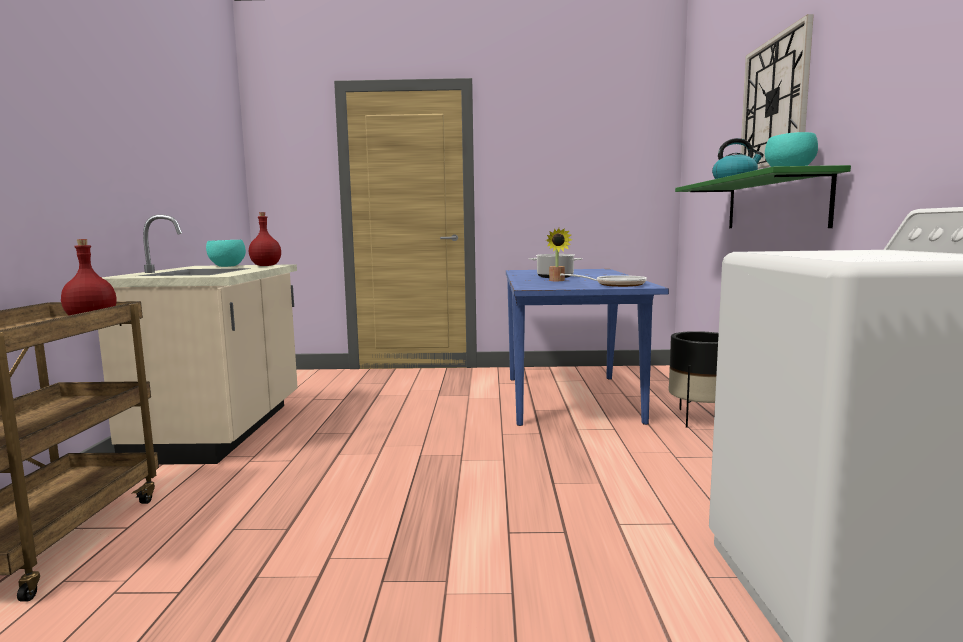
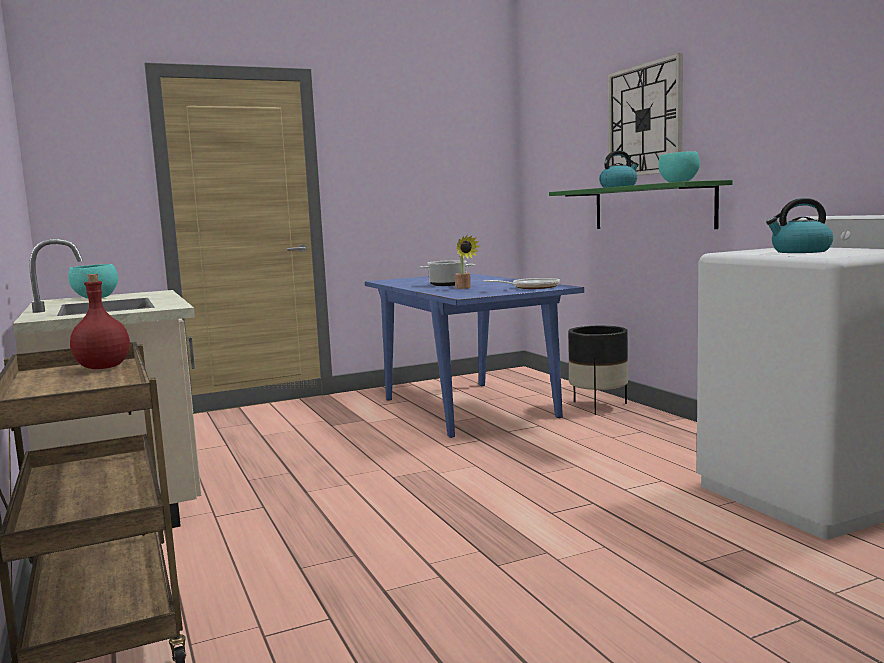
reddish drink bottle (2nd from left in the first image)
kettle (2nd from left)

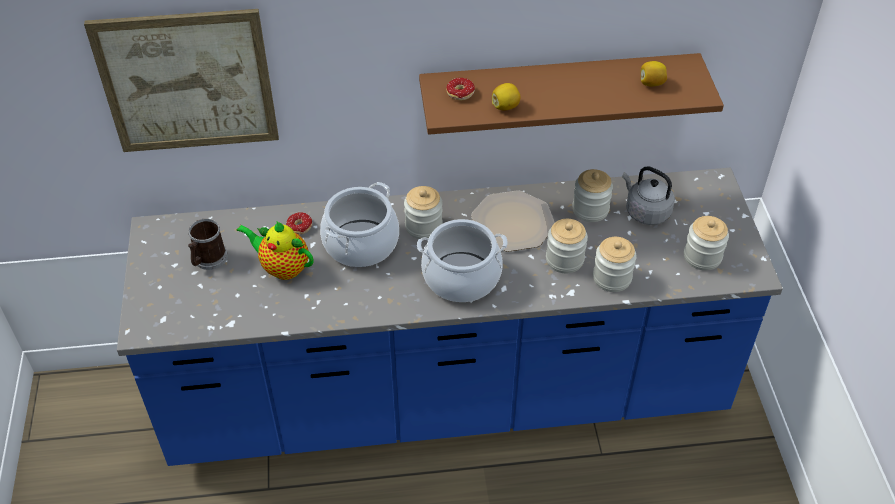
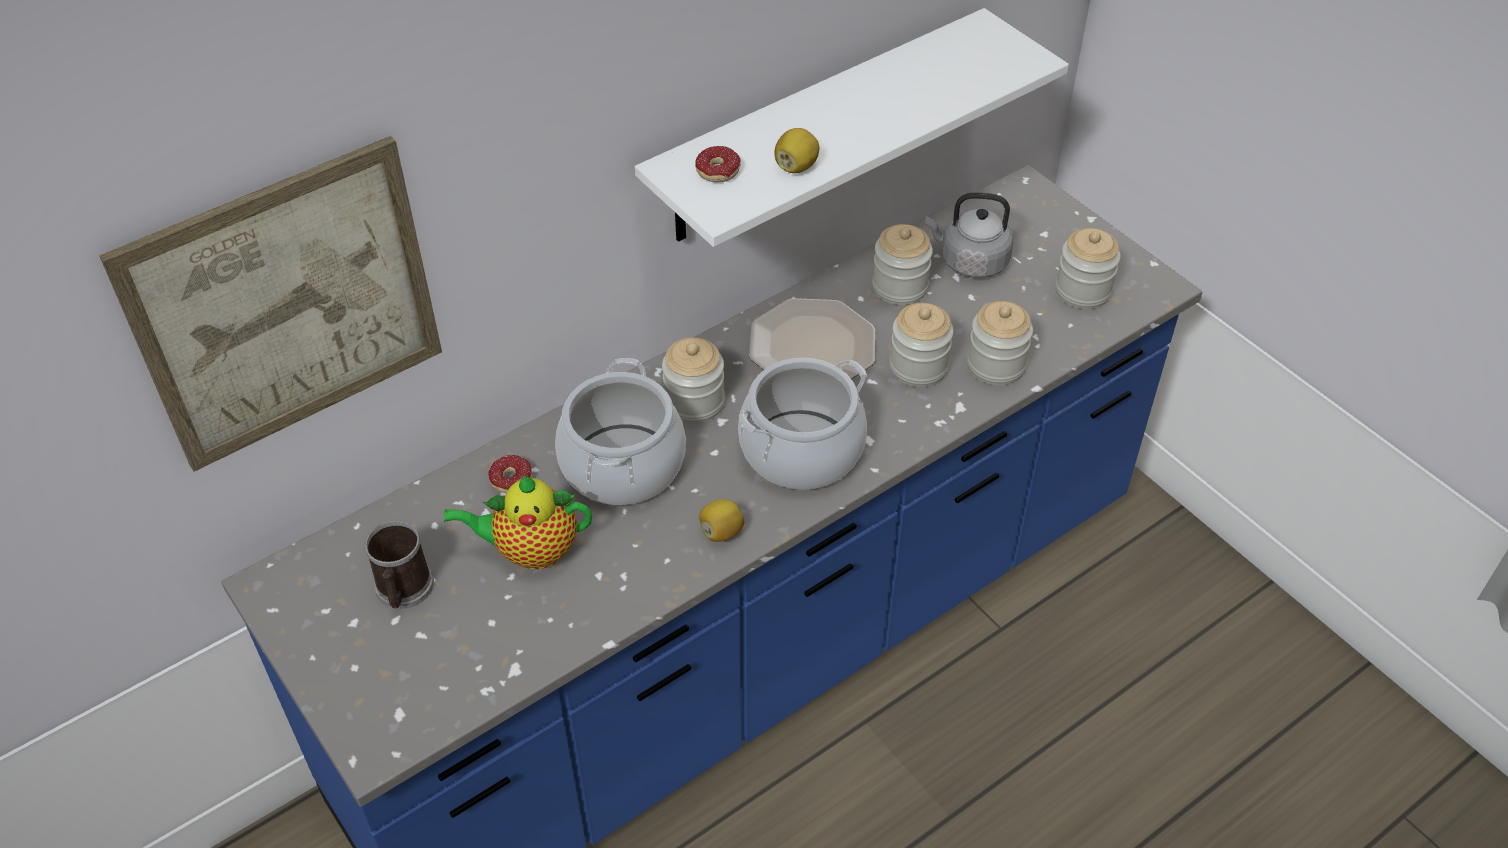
whitish bracket shelf
citrus fruit (1st from left)

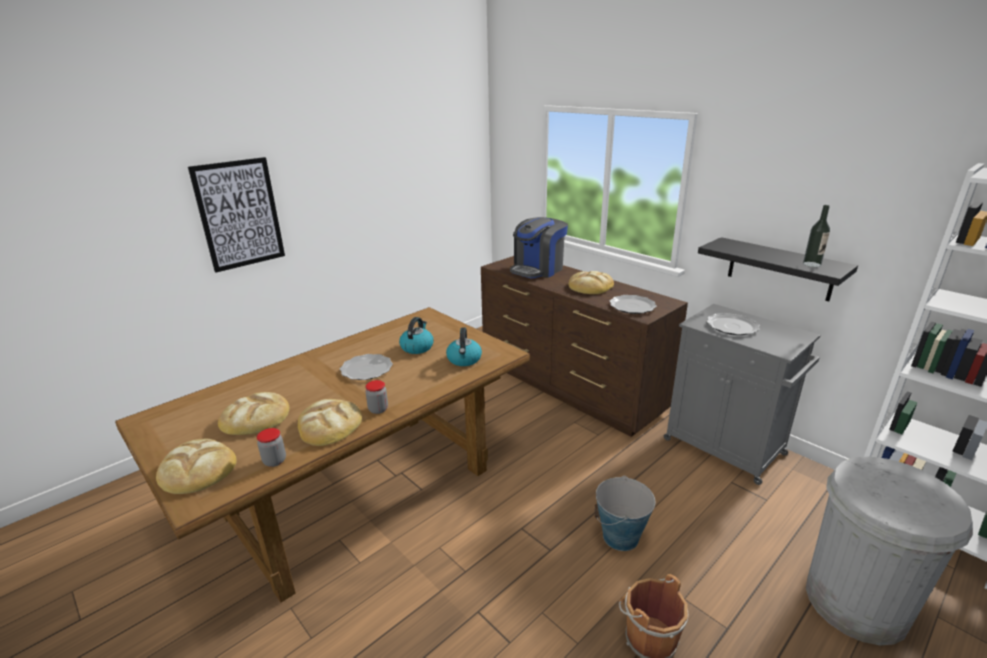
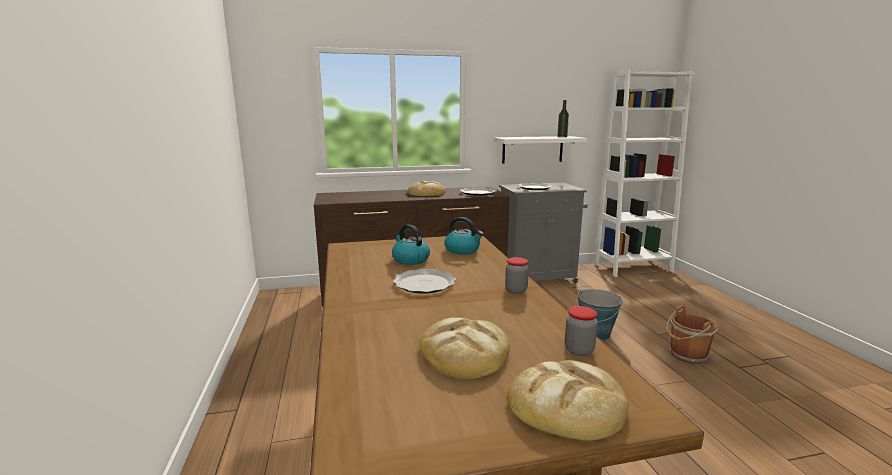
wall picture
bread (3rd from left in the first image)
coffee brewer
whitish bracket shelf
whitish trash can

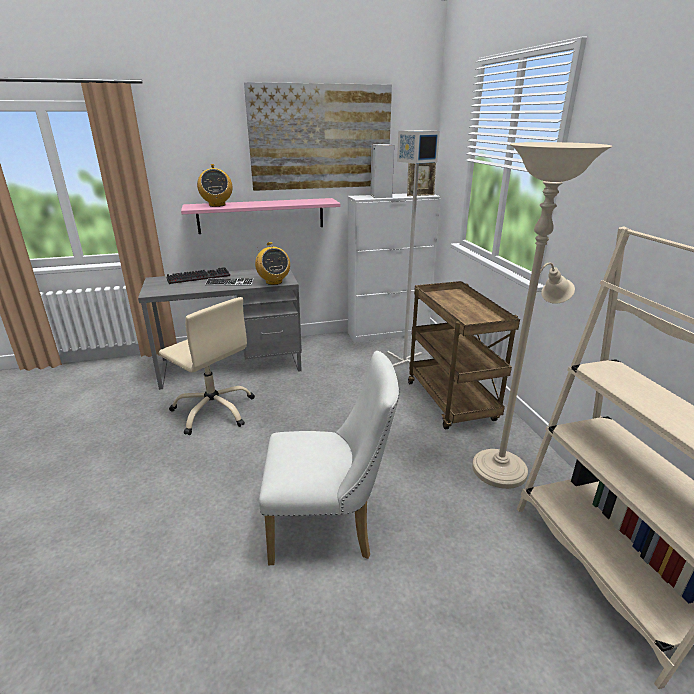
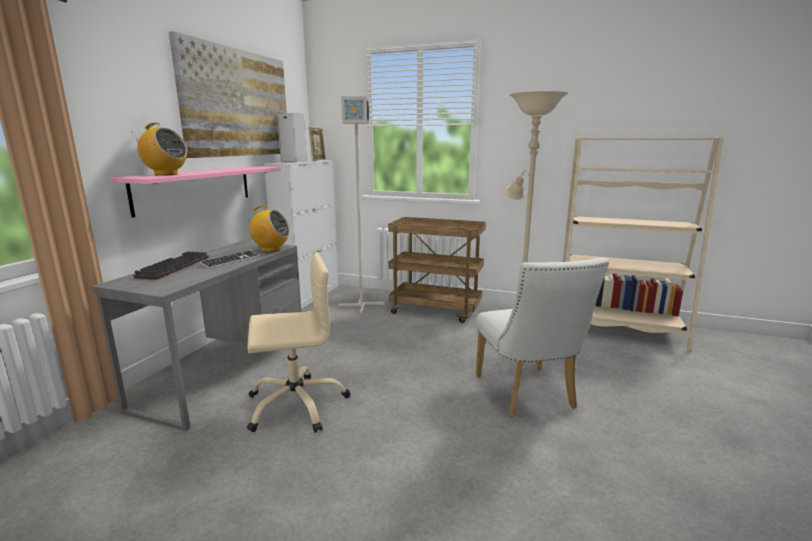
whitish chair

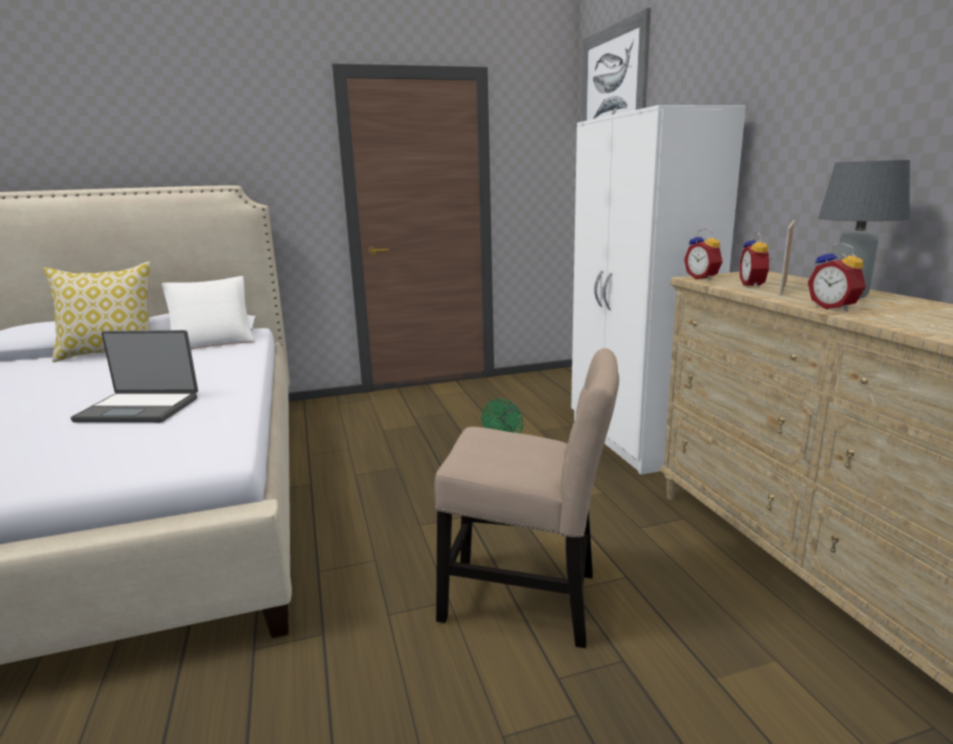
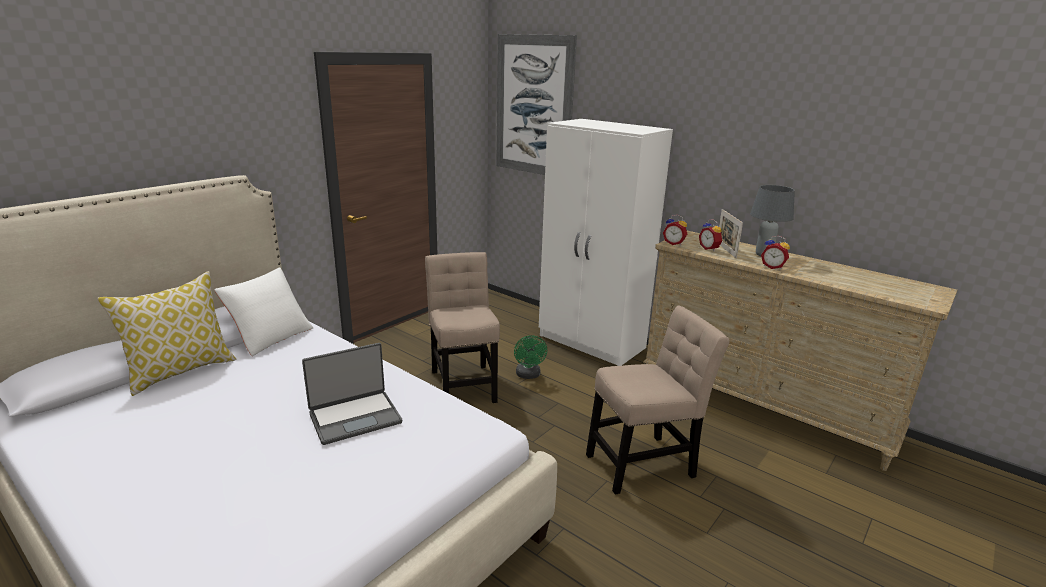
sand-coloured chair (1st from left)

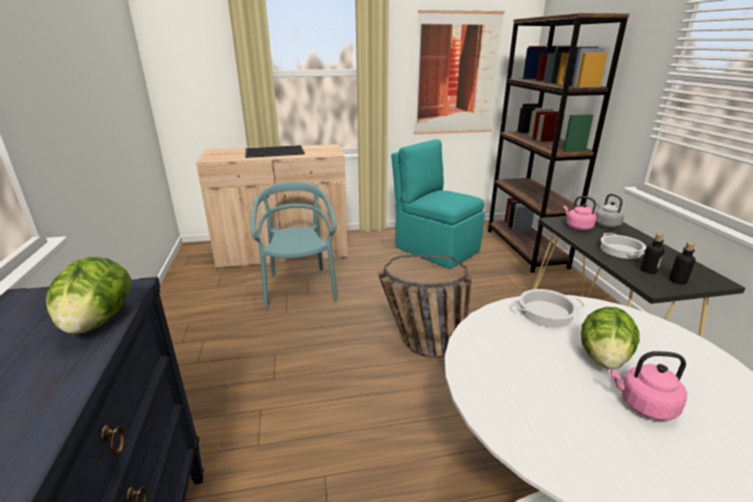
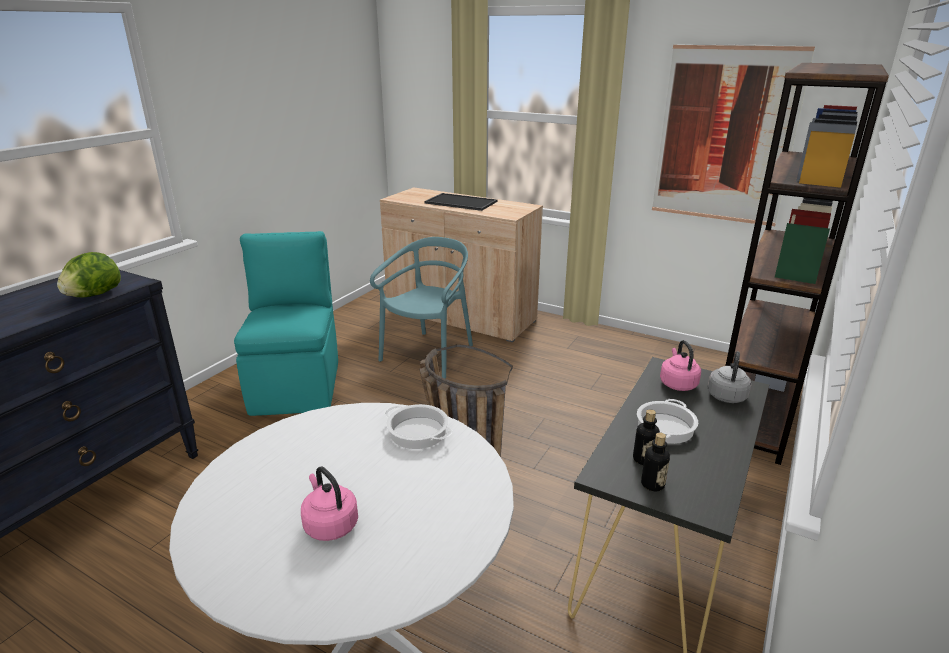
blue-green chair (1st from left)
head of lettuce (2nd from left in the first image)

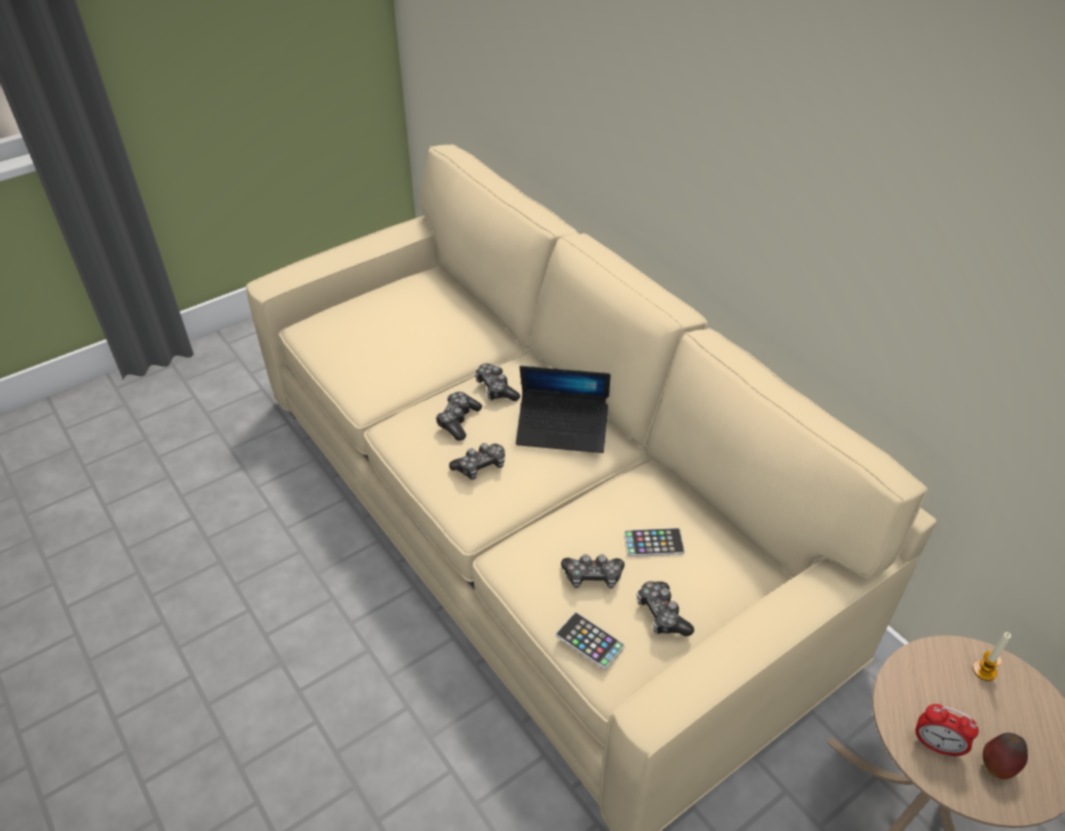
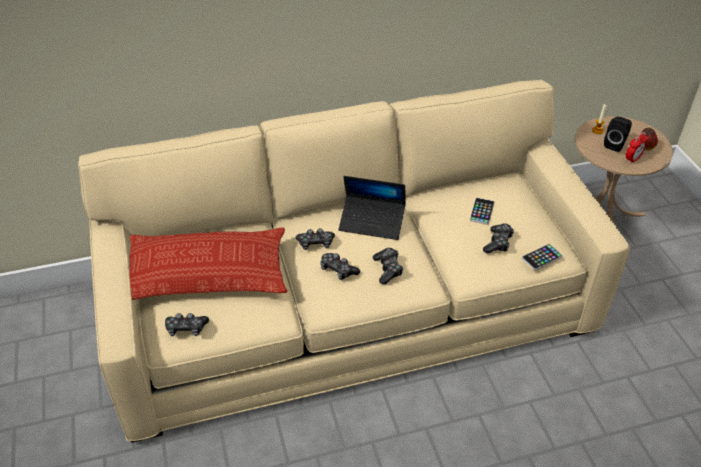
notebook computer
game controller (1st from left)
pillow
black-coloured audio speaker

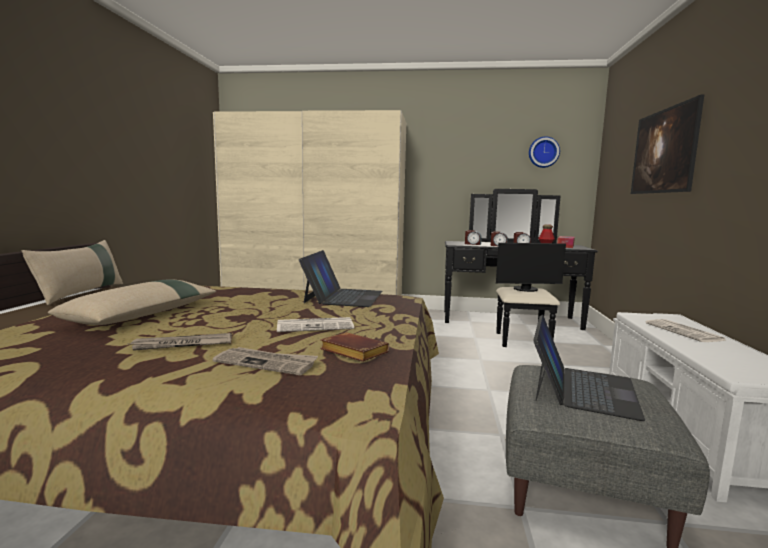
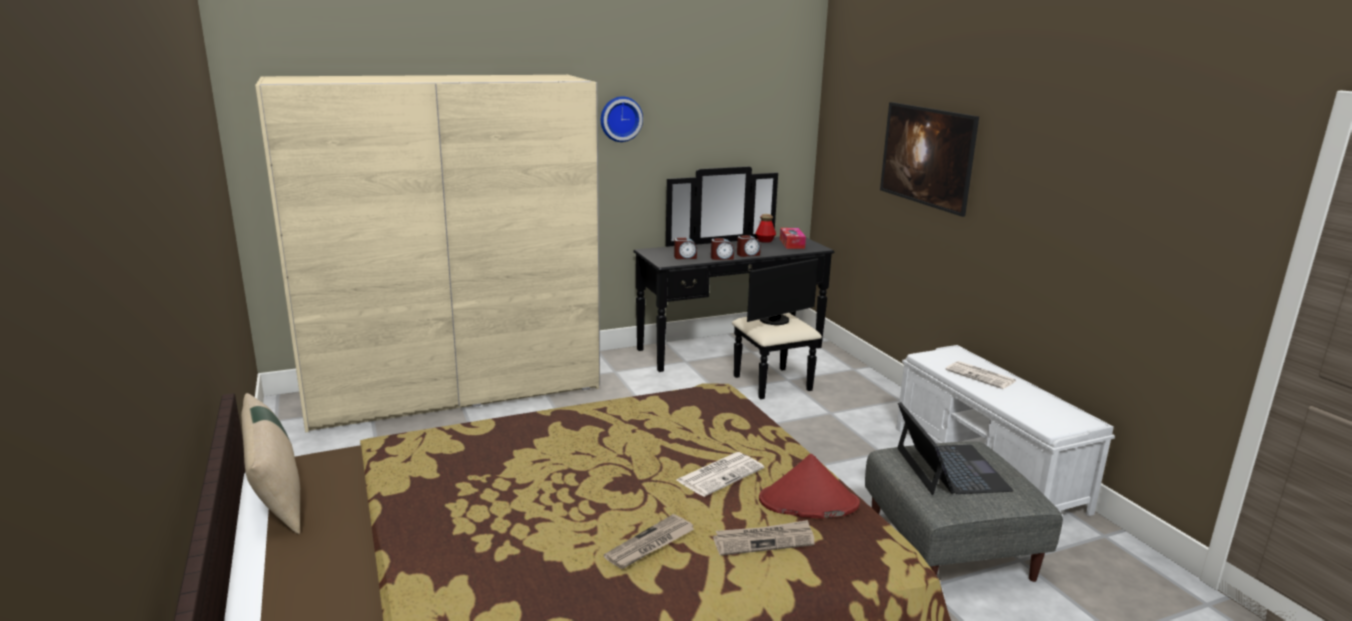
sand-coloured pillow (2nd from left in the first image)
notebook computer (1st from left in the first image)
reddish hat
wall clock

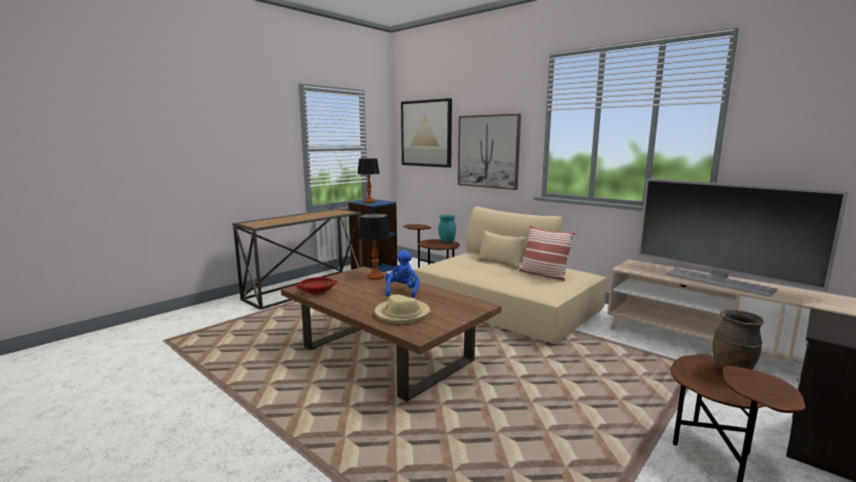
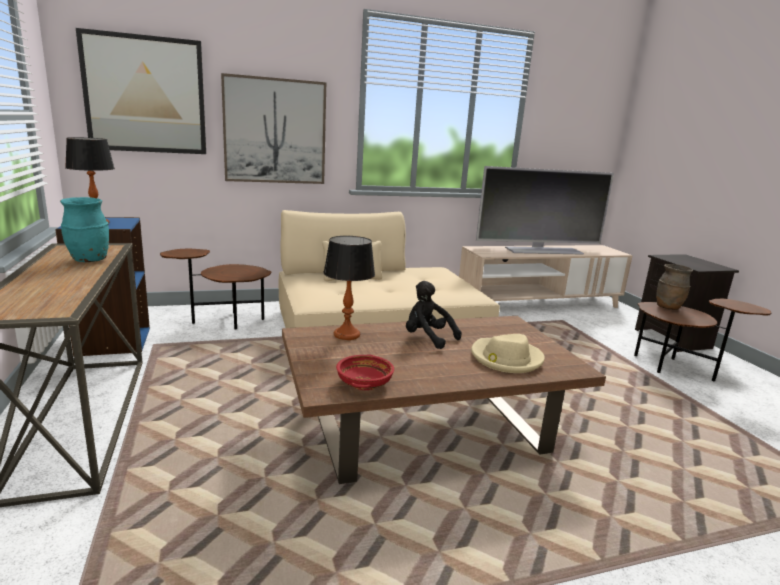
black-coloured soft toy
blue-green vase
pillow

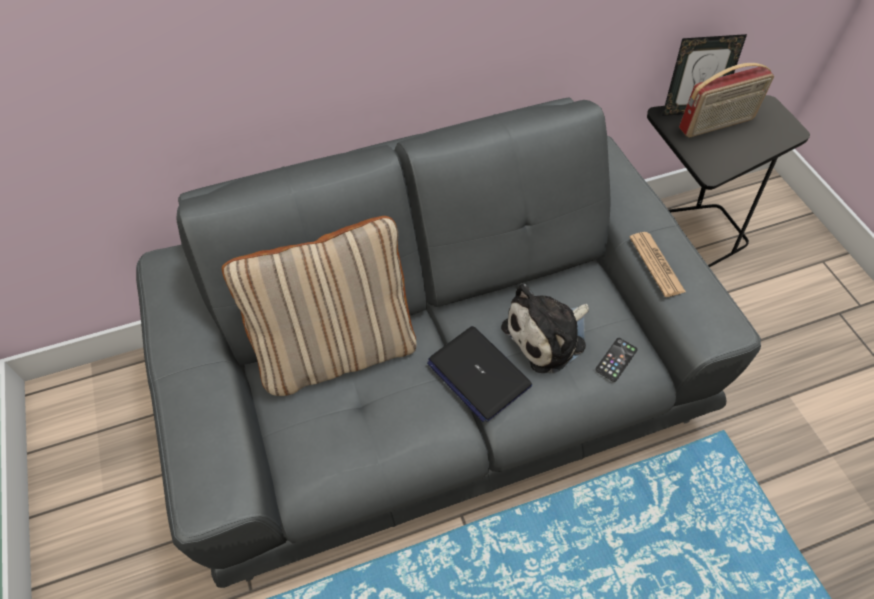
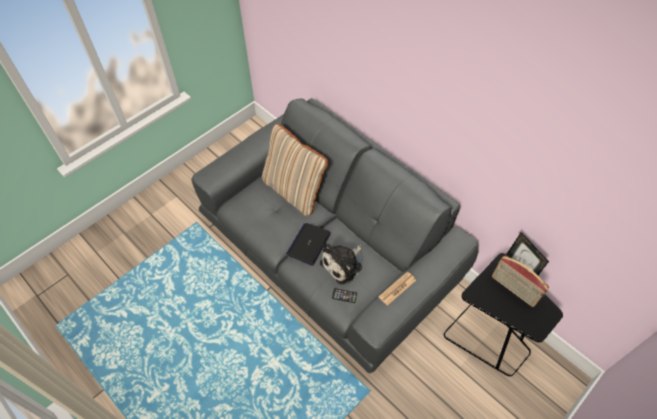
soft toy

